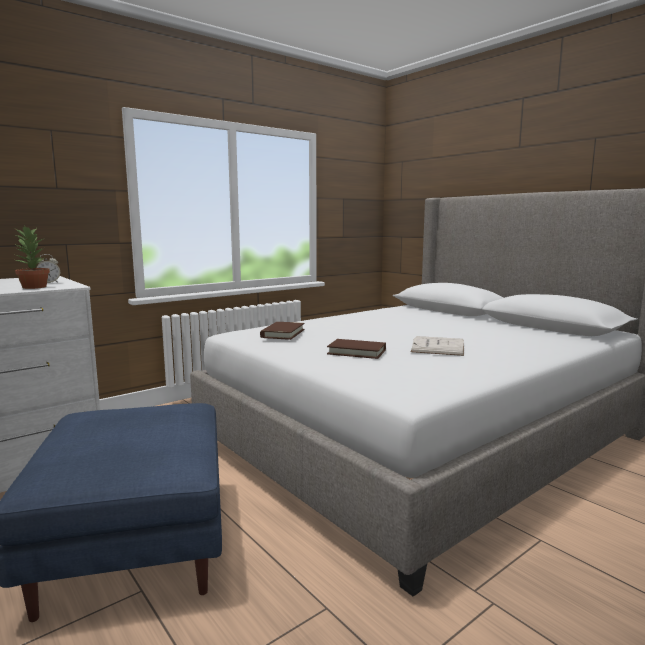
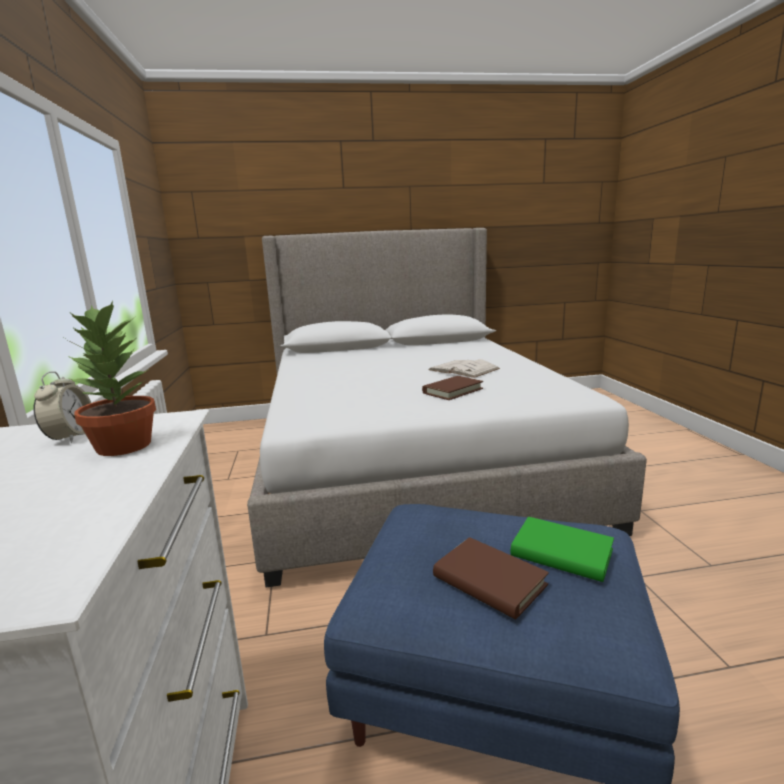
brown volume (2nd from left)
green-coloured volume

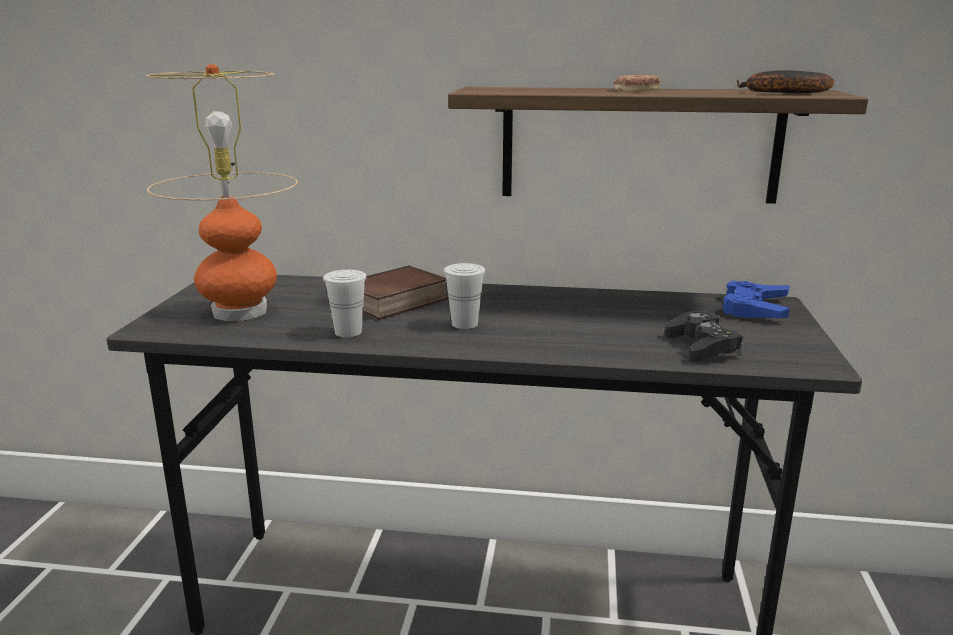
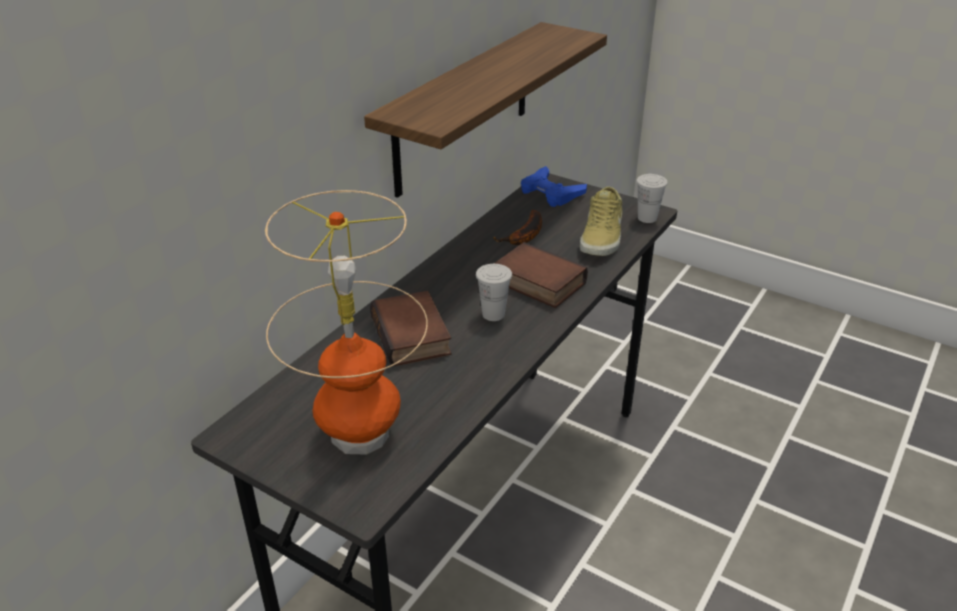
whitish drinking cup (2nd from left)
donut
sand-coloured shoe
banana fruit
volume (2nd from left)

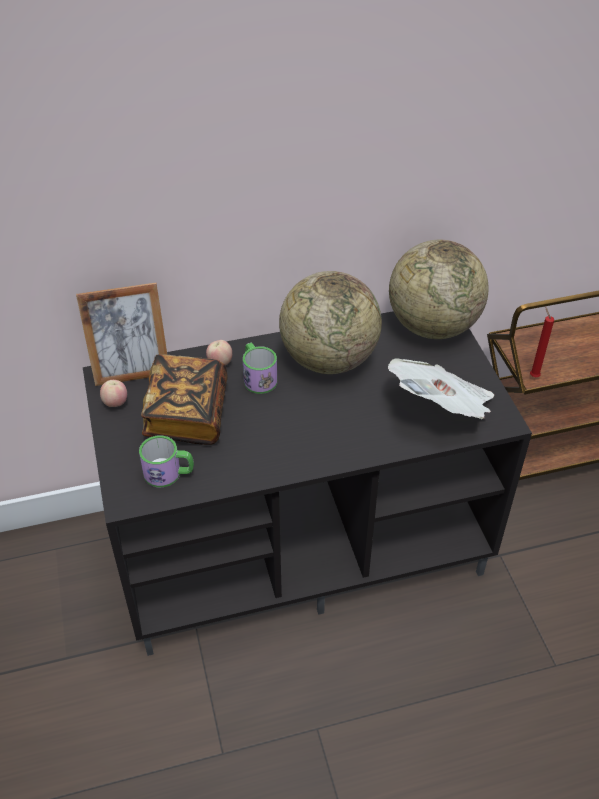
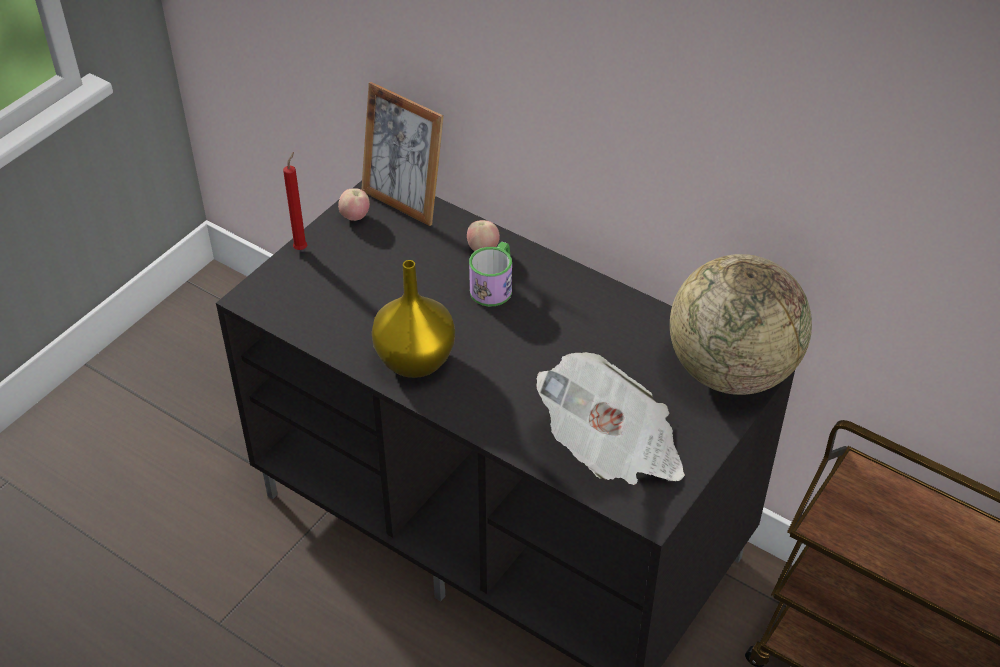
coffee mug (1st from left in the first image)
volume
world globe (1st from left in the first image)
reddish wax light
yellow vase

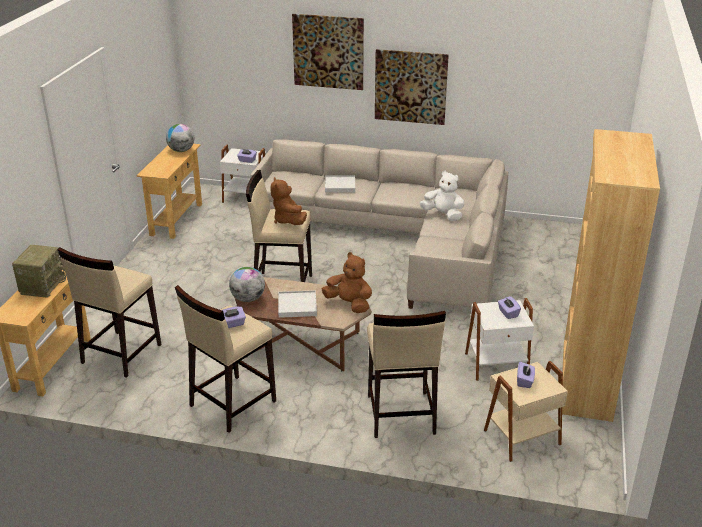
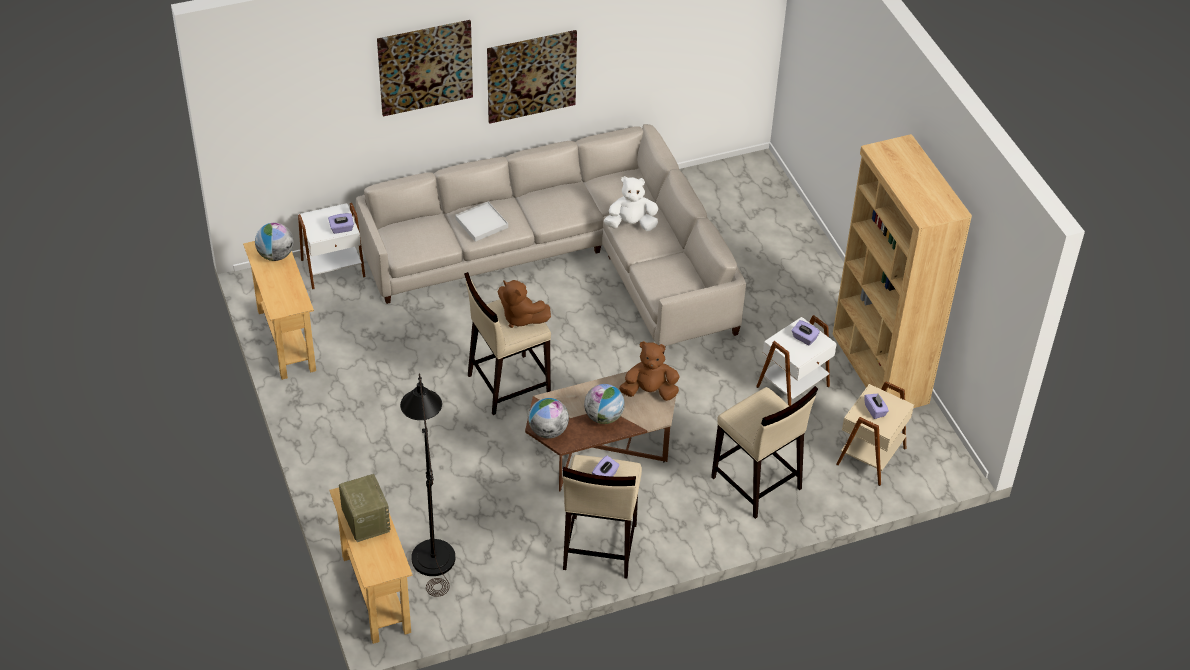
black-coloured standard lamp
world globe (3rd from left)

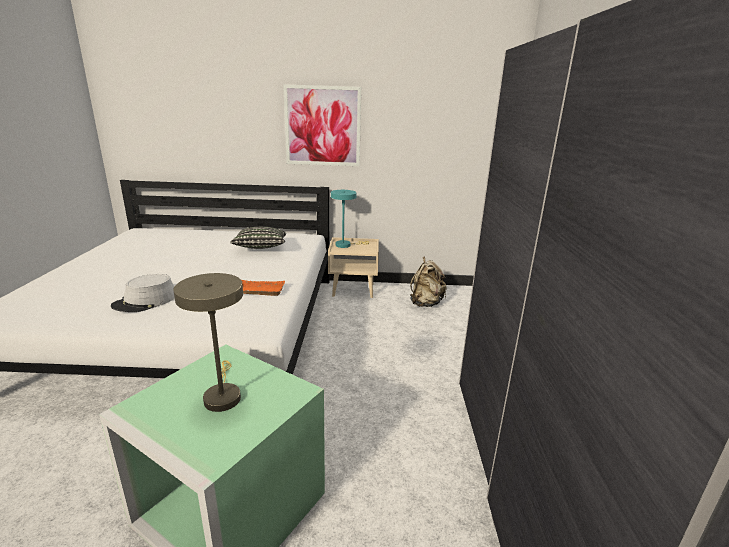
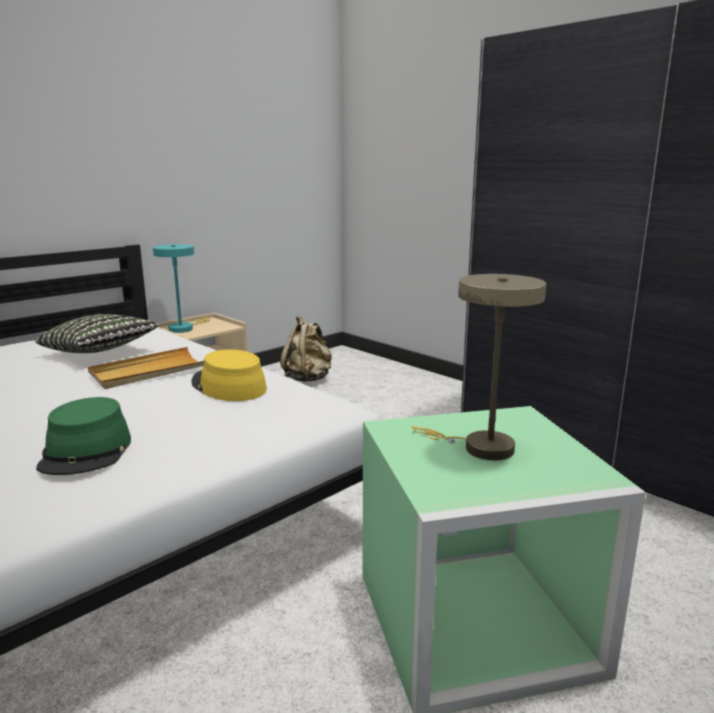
green-coloured hat
yellow hat
wall picture
sand-coloured serving tray

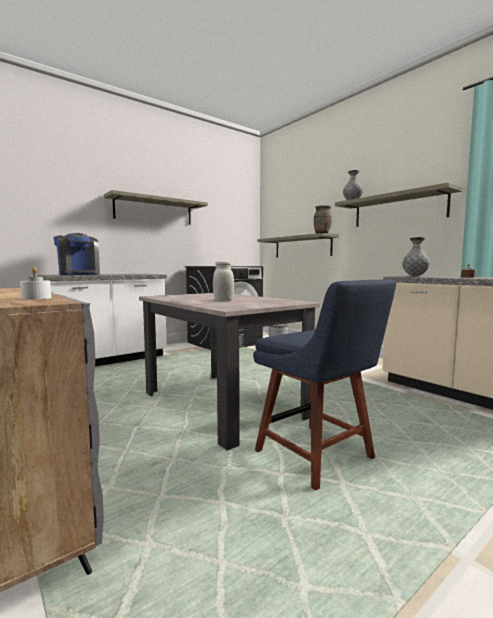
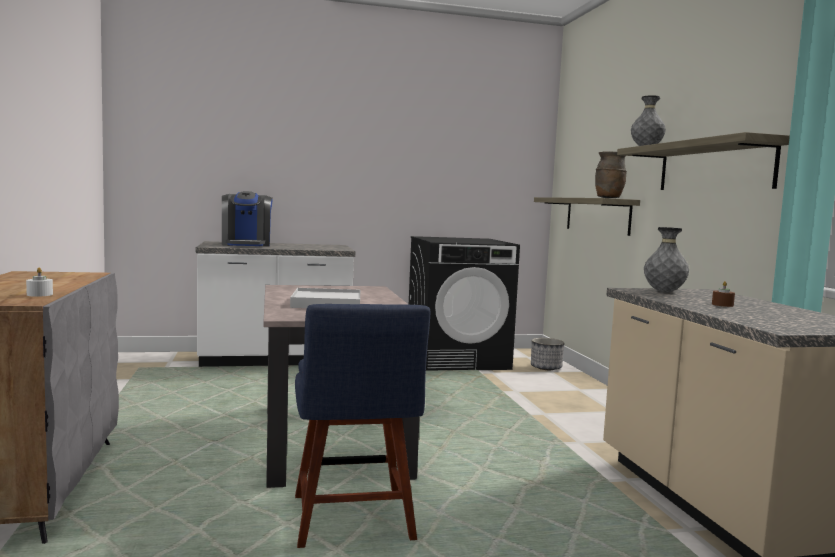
bracket shelf (1st from left in the first image)
whitish serving tray

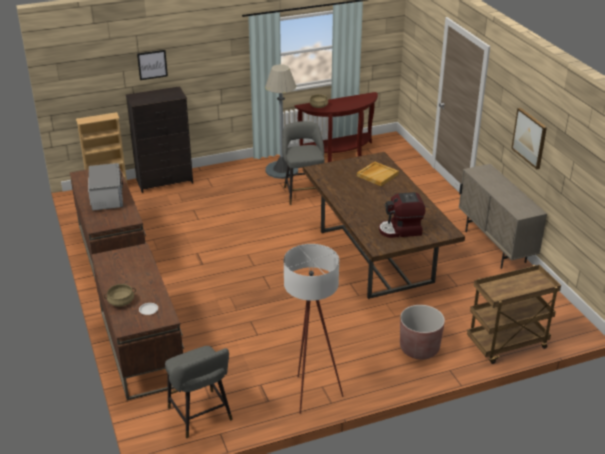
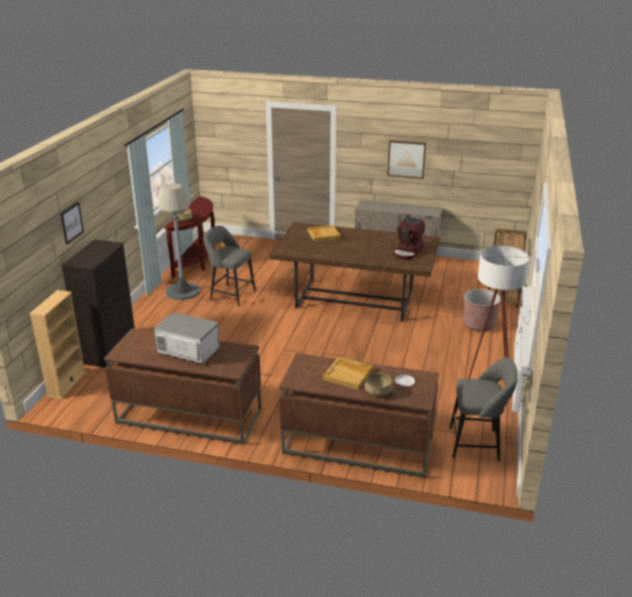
sand-coloured serving tray (2nd from left)

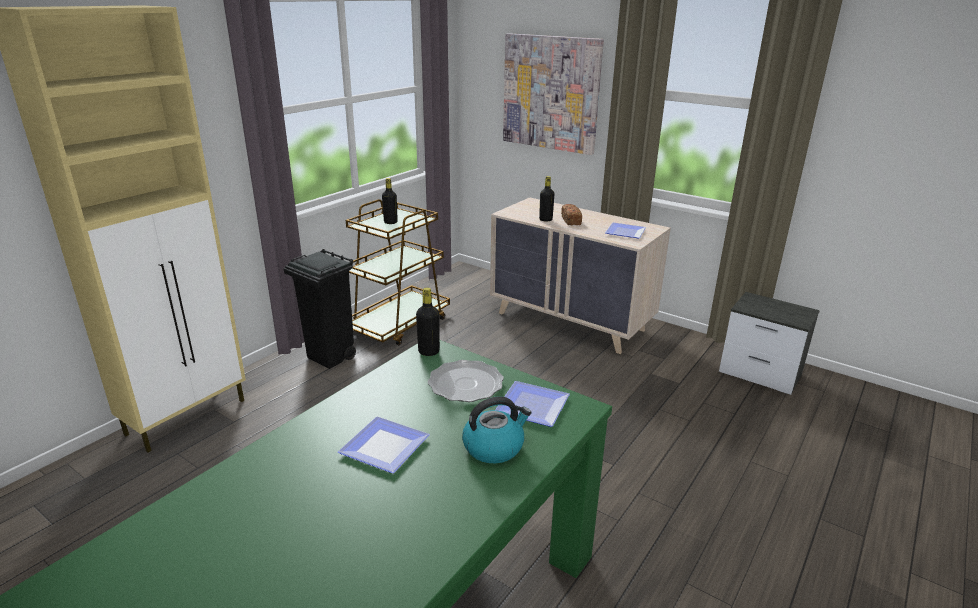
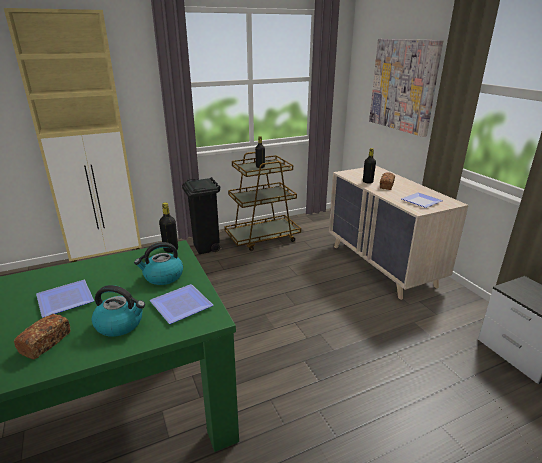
kettle (2nd from left)
bread (1st from left)

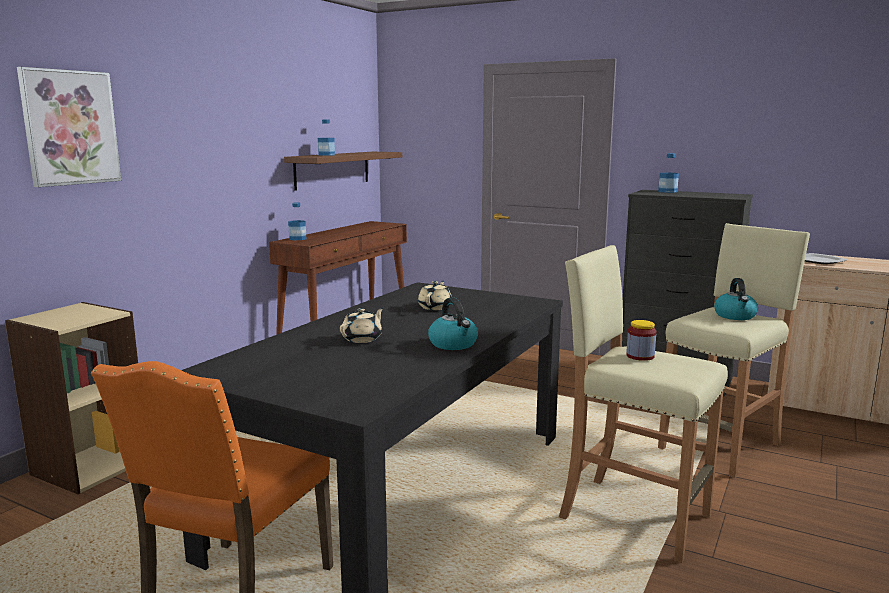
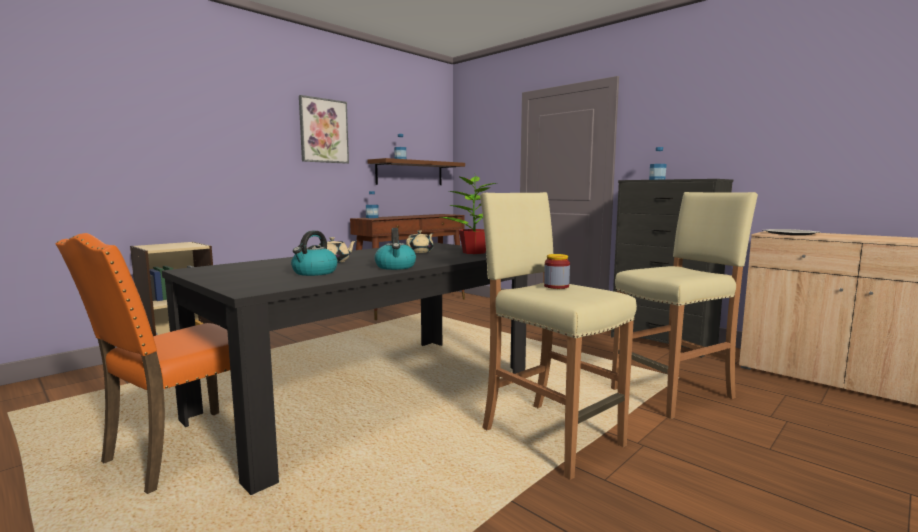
wall picture
kettle (1st from left)
plant in a pot

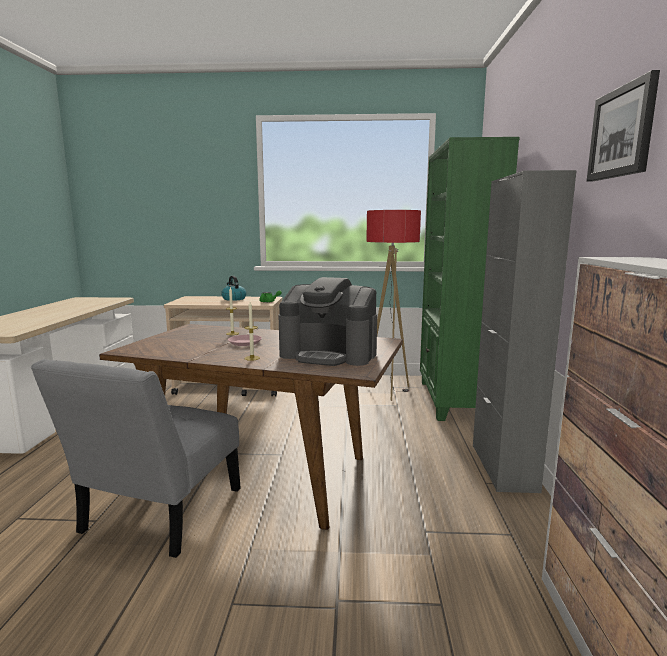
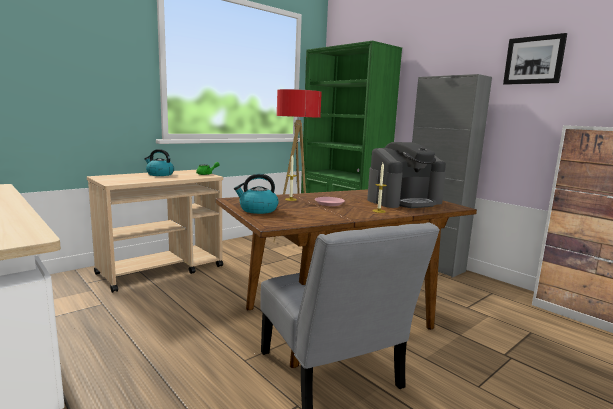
kettle (2nd from left)

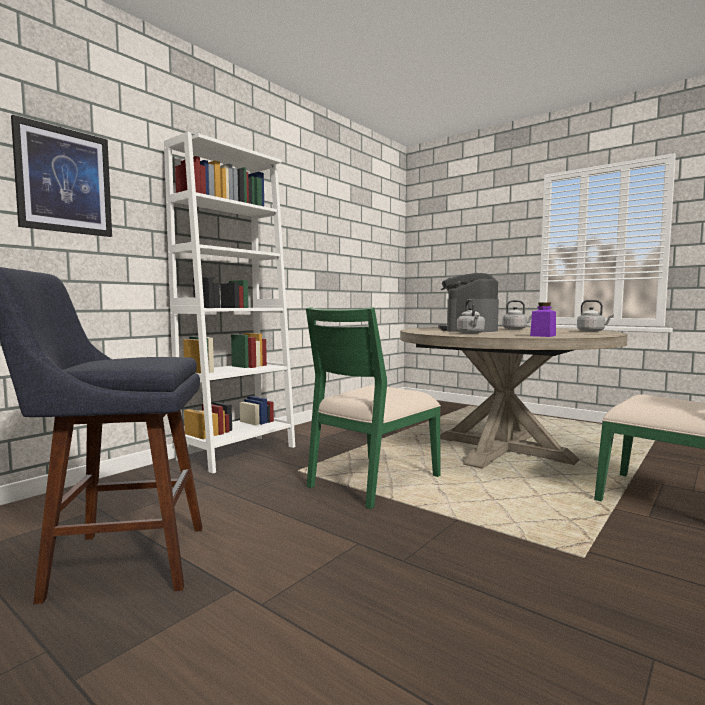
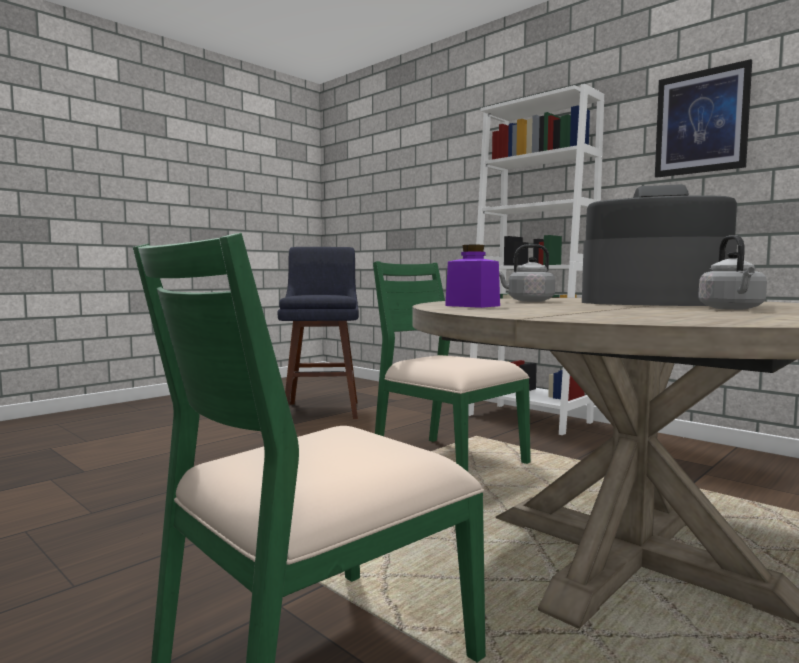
wall picture
gray kettle (3rd from left in the first image)

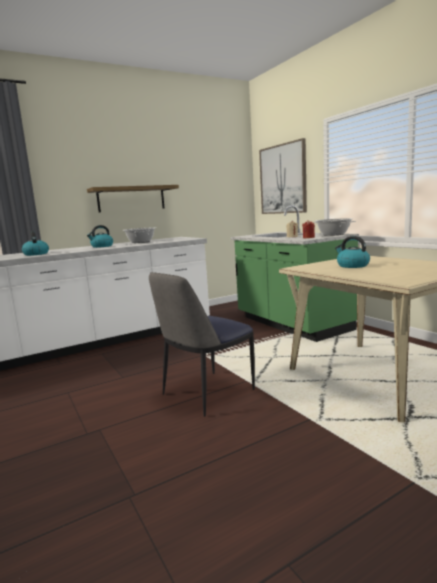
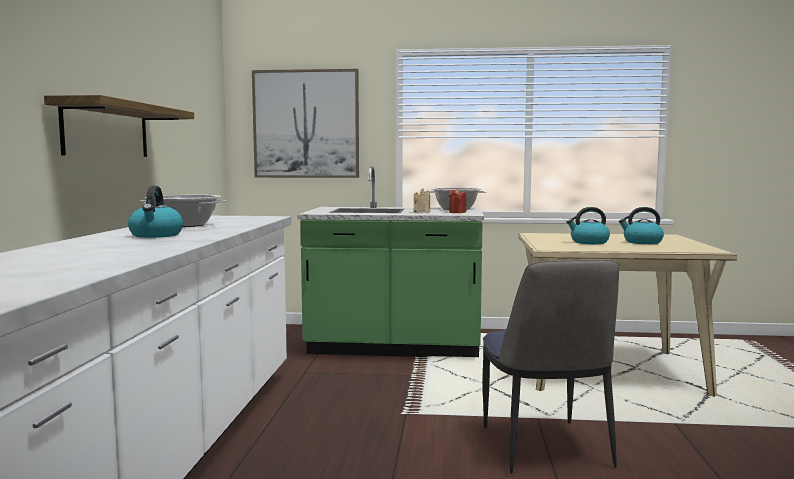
kettle (3rd from left)

